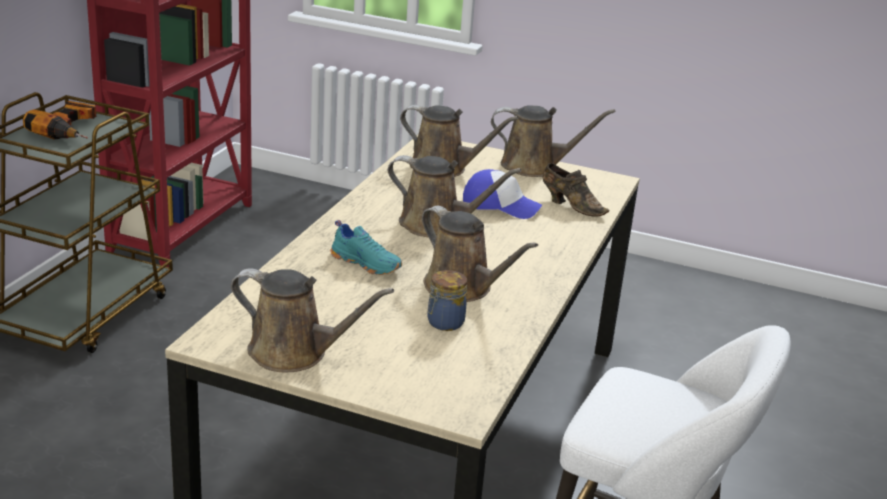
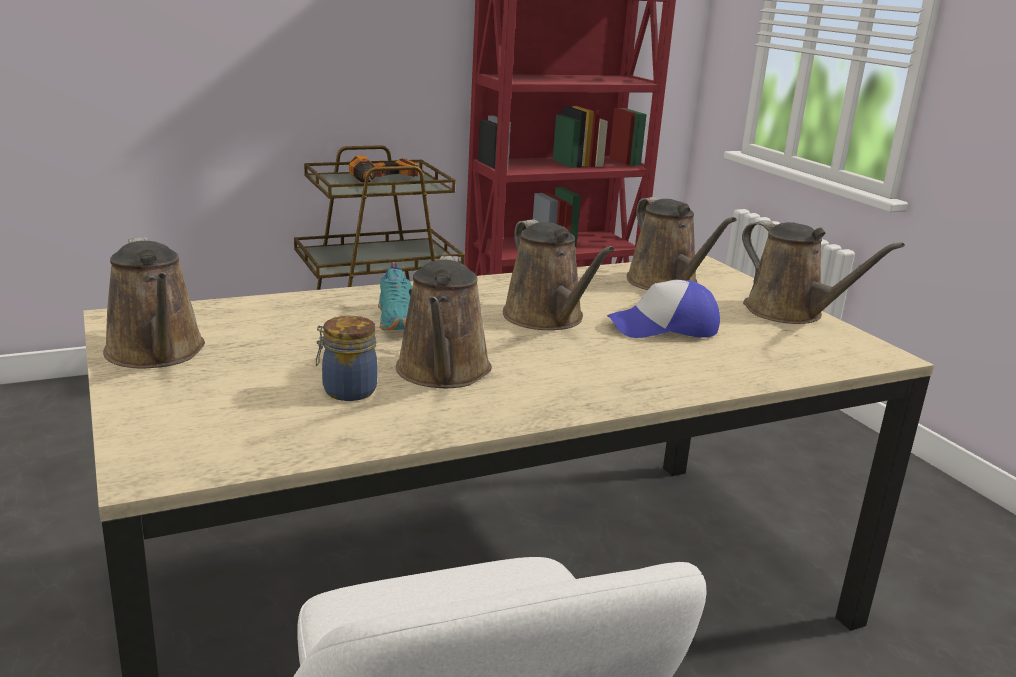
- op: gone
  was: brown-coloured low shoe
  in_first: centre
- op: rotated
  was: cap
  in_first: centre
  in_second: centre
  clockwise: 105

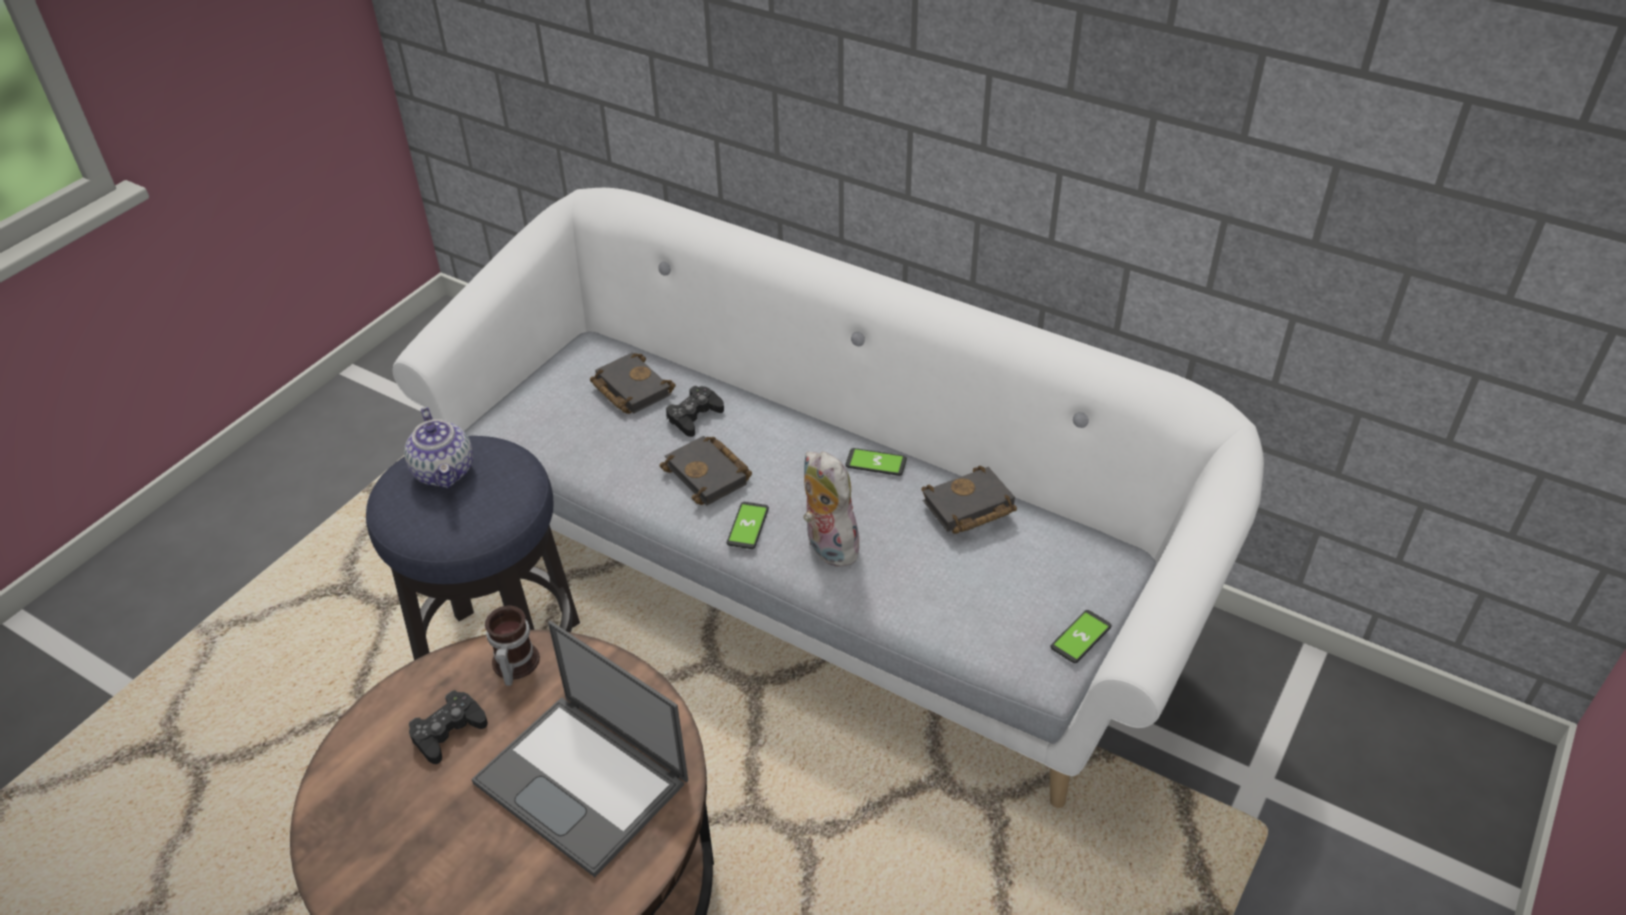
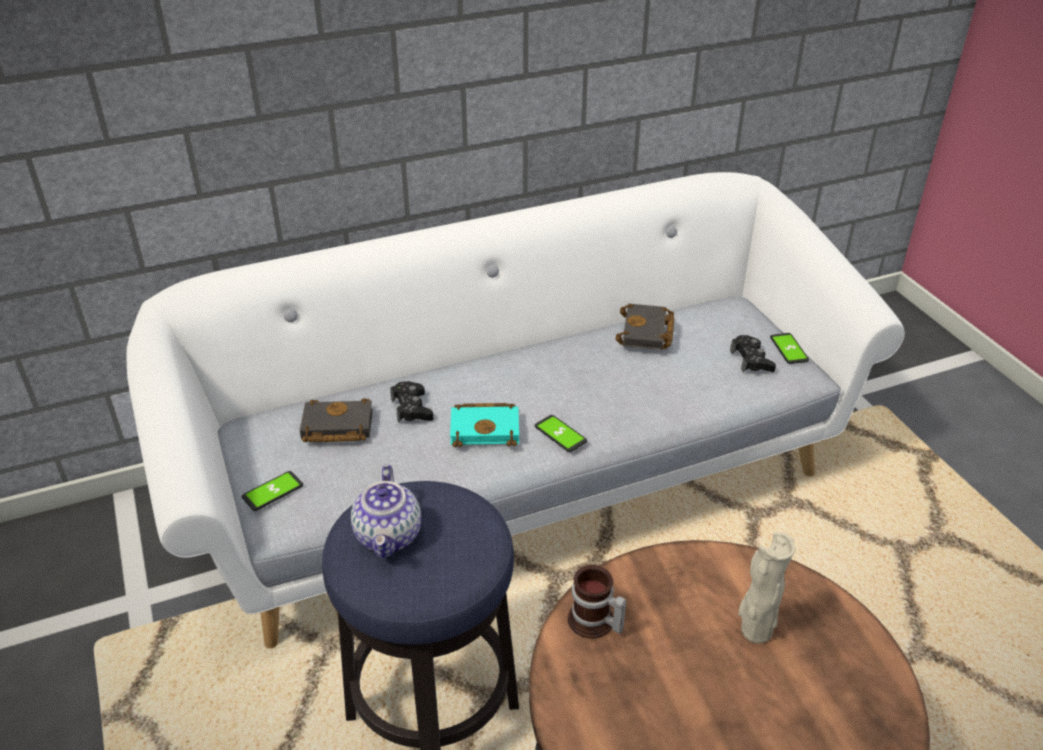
- op: rotated
  was: tea pot
  in_first: middle left
  in_second: bottom centre
  clockwise: 75
- op: repainted
  was: black bound book (no. 2 from left)
  now: turquoise bound book
  in_first: centre
  in_second: centre
- op: shifted
  was: telephone (no. 2 from left in the first image)
  now: telephone (no. 1 from left)
  in_first: centre
  in_second: middle left
- op: gone
  was: cuddly toy
  in_first: centre
- op: swapped
  was: laptop
  now: beige flower vase
  in_first: bottom centre
  in_second: bottom right
- op: shifted
  was: black gamepad (no. 1 from left in the first image)
  now: black gamepad (no. 2 from left)
  in_first: bottom left
  in_second: middle right

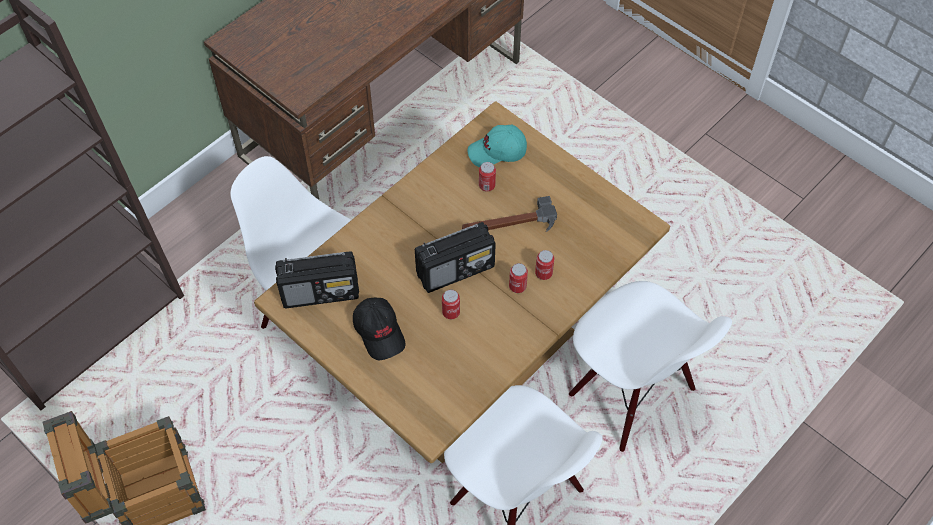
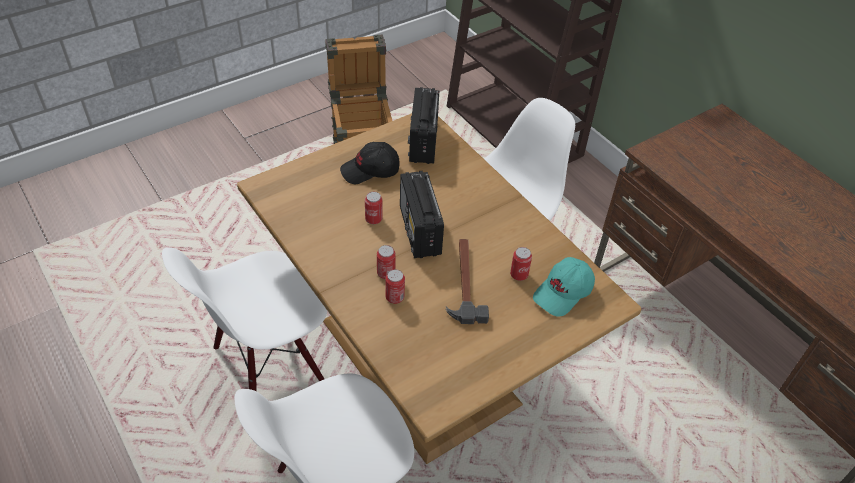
- op: rotated
  was: turquoise cap
  in_first: top centre
  in_second: centre
  clockwise: -135

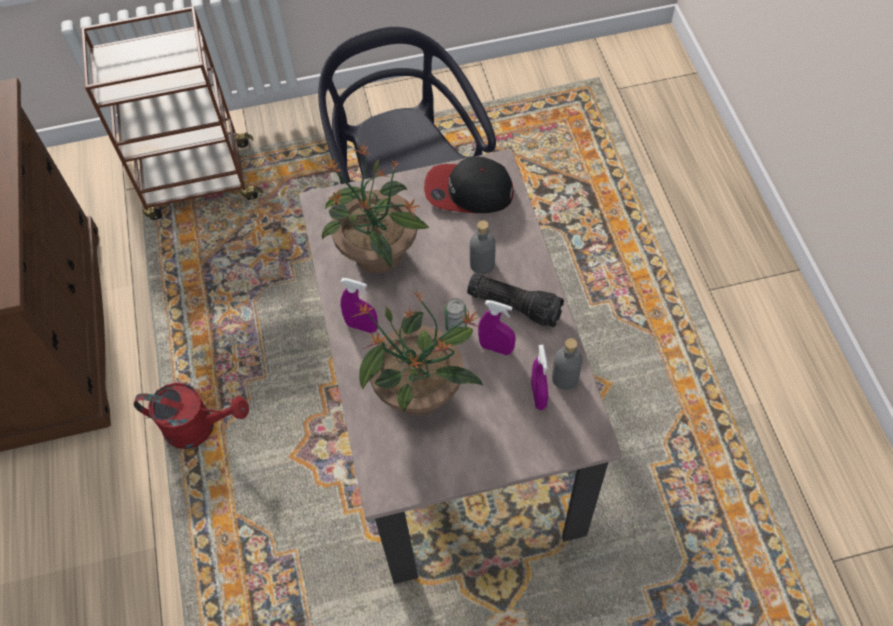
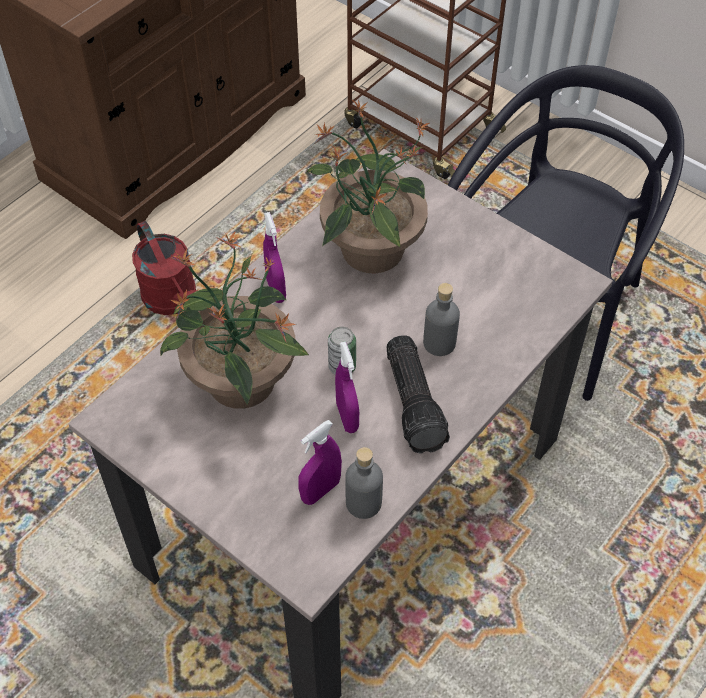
- op: gone
  was: cap
  in_first: top centre

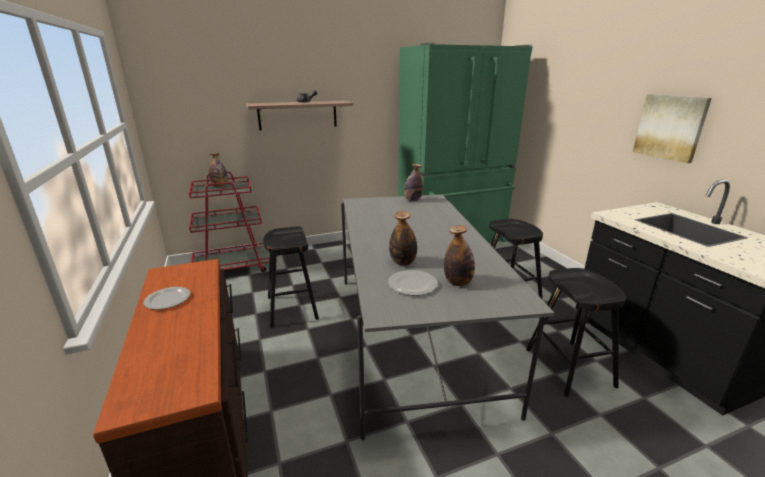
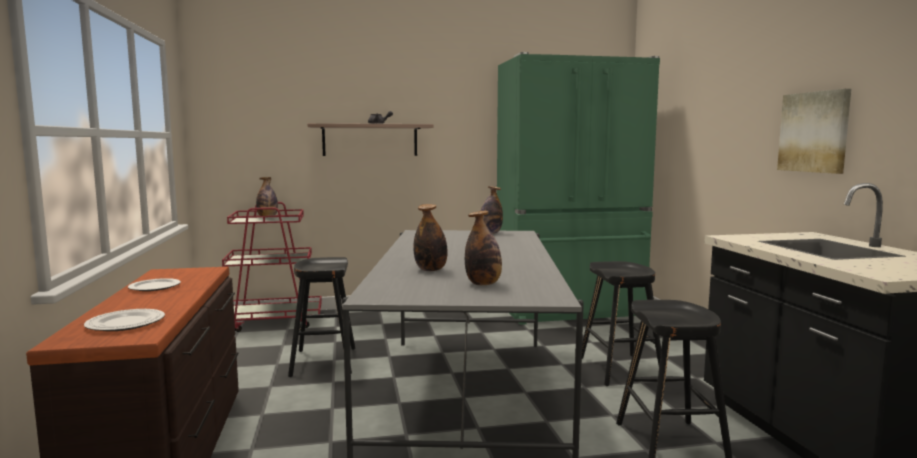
- op: shifted
  was: plate (no. 2 from left in the first image)
  now: plate (no. 1 from left)
  in_first: centre
  in_second: bottom left

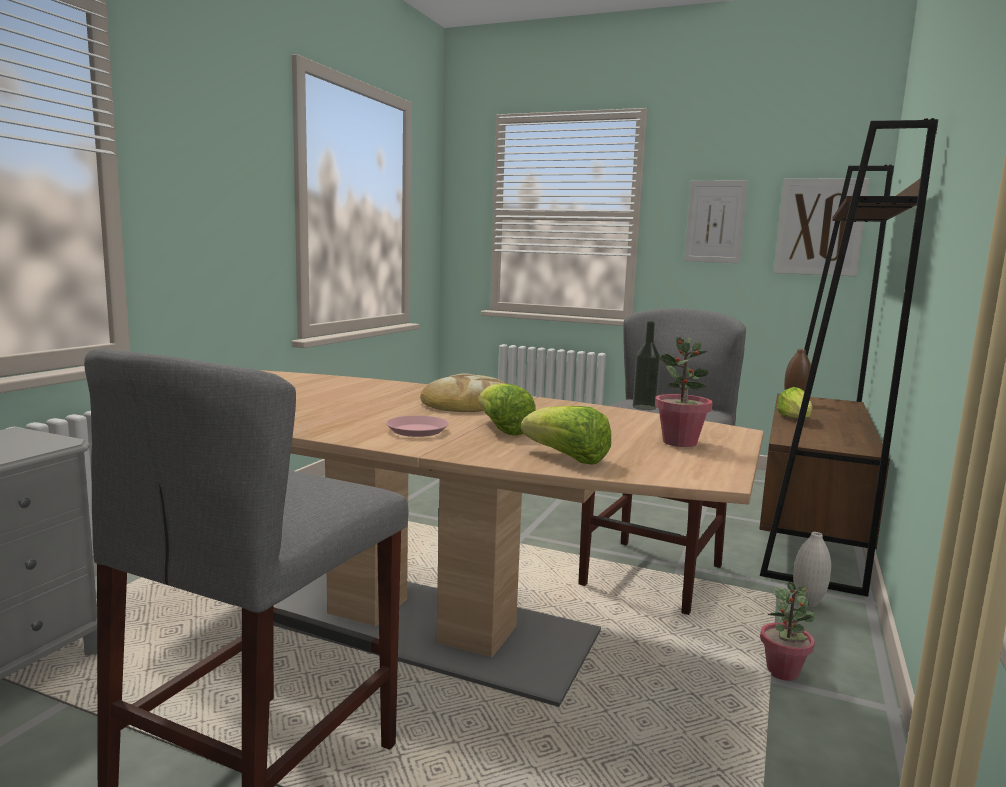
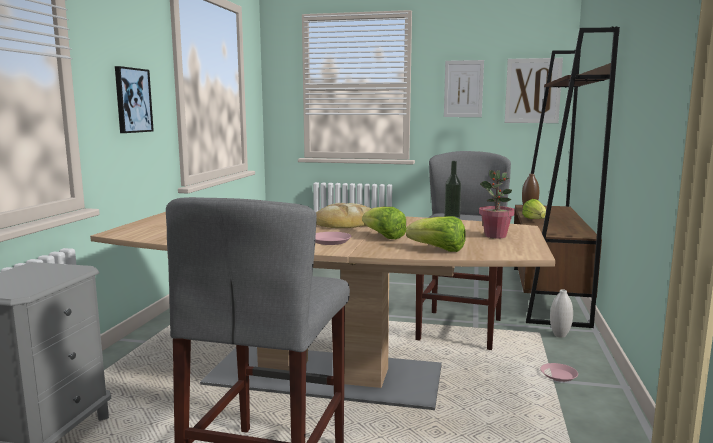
- op: swapped
  was: plant in a pot (no. 2 from left)
  now: pink plate (no. 2 from left)
  in_first: bottom right
  in_second: bottom right
- op: new
  now: wall art (no. 1 from left)
  in_second: top left

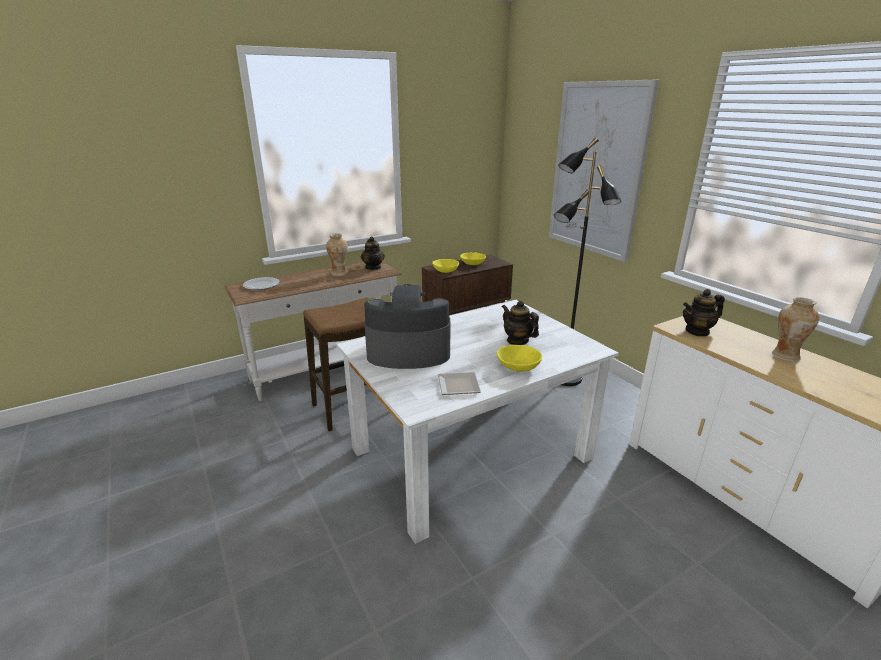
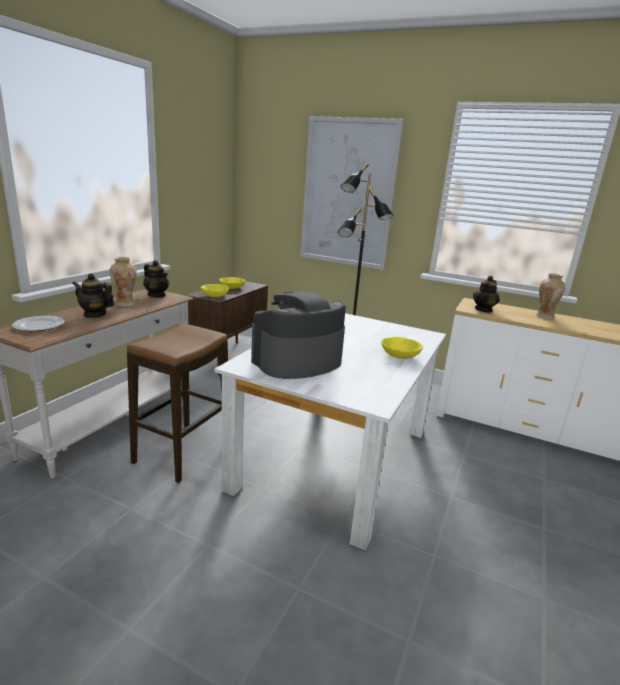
- op: shifted
  was: tea pot (no. 2 from left in the first image)
  now: tea pot (no. 1 from left)
  in_first: centre
  in_second: middle left
- op: gone
  was: plate (no. 2 from left)
  in_first: centre

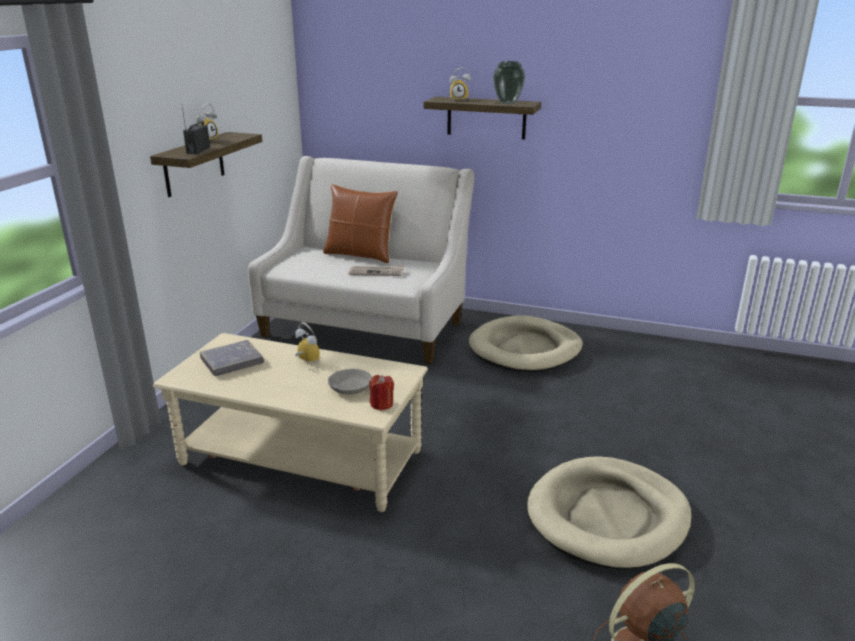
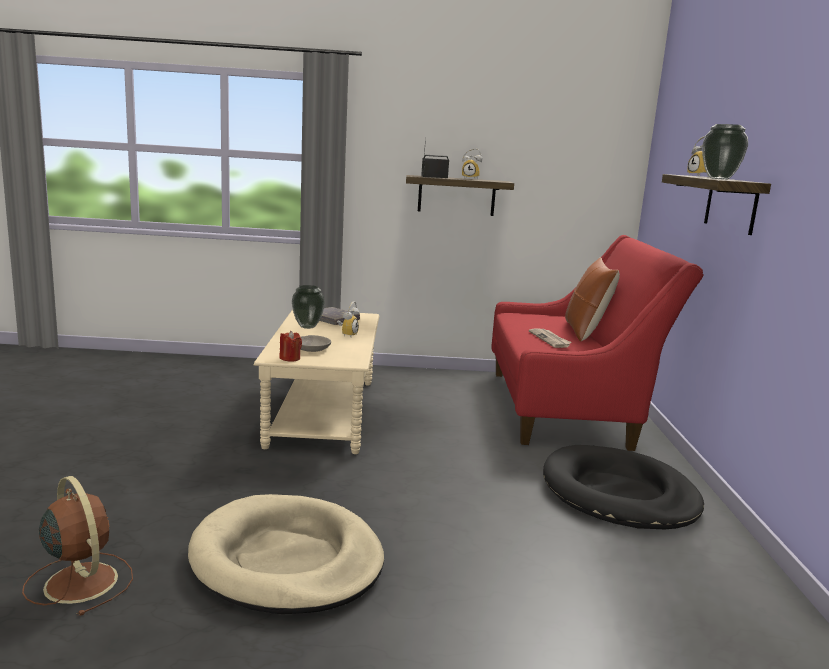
- op: repainted
  was: beige settee
  now: red settee
  in_first: centre
  in_second: middle right
- op: repainted
  was: beige dog cushion (no. 1 from left)
  now: black dog cushion
  in_first: centre
  in_second: bottom right
- op: new
  now: flower vase (no. 1 from left)
  in_second: centre

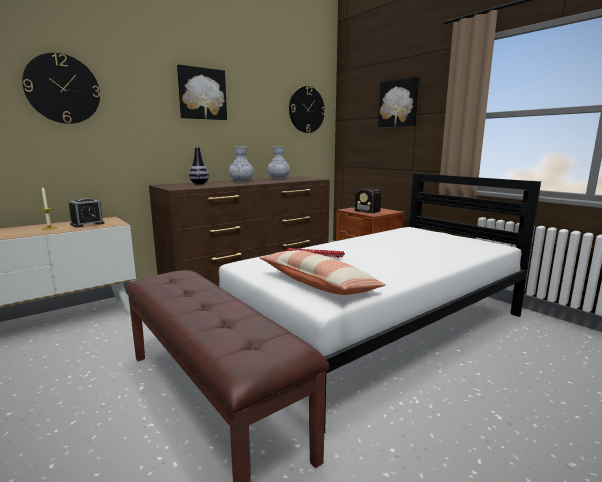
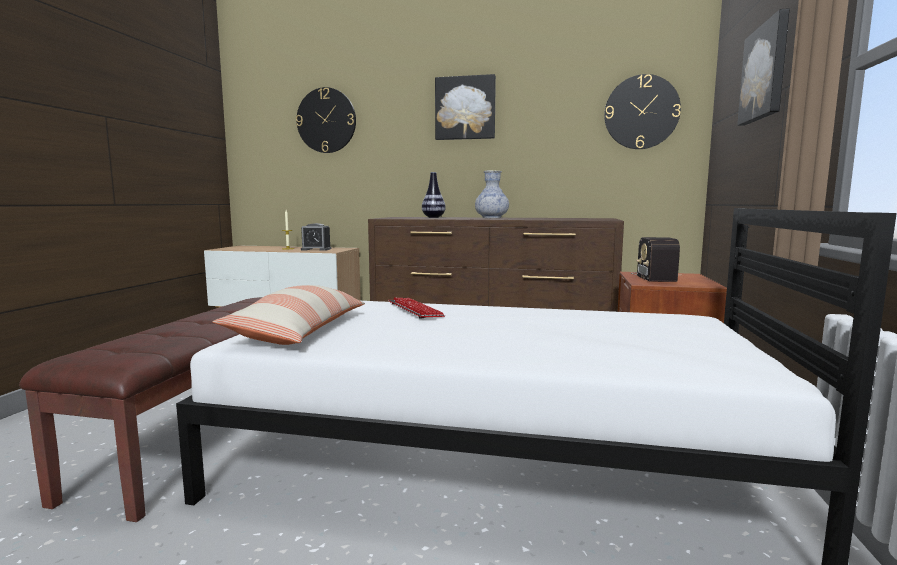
- op: gone
  was: flower vase (no. 3 from left)
  in_first: centre

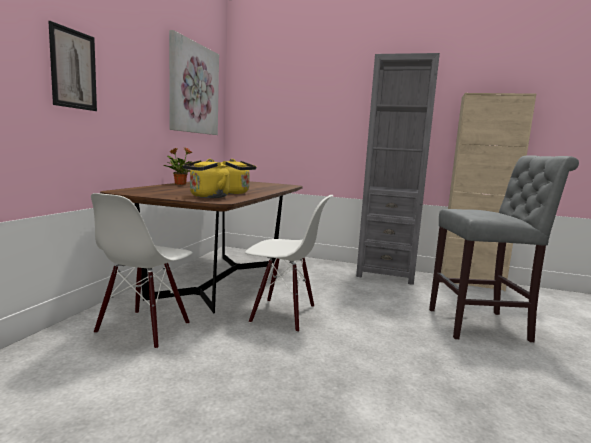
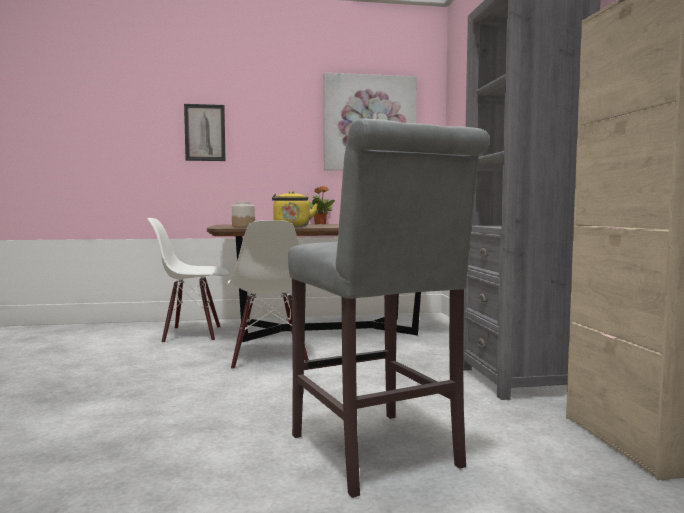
- op: swapped
  was: yellow tea kettle (no. 1 from left)
  now: jar
  in_first: centre
  in_second: centre

